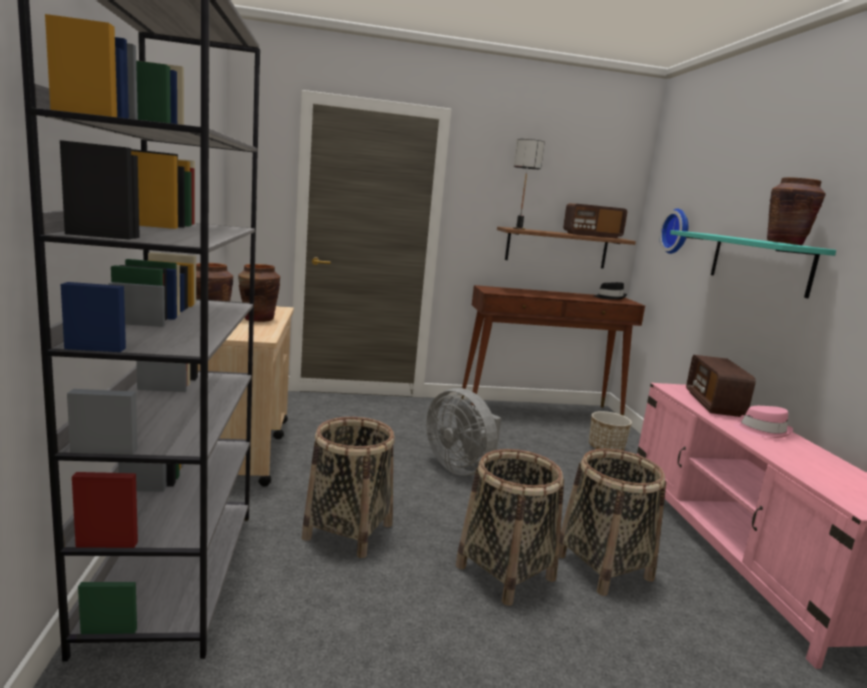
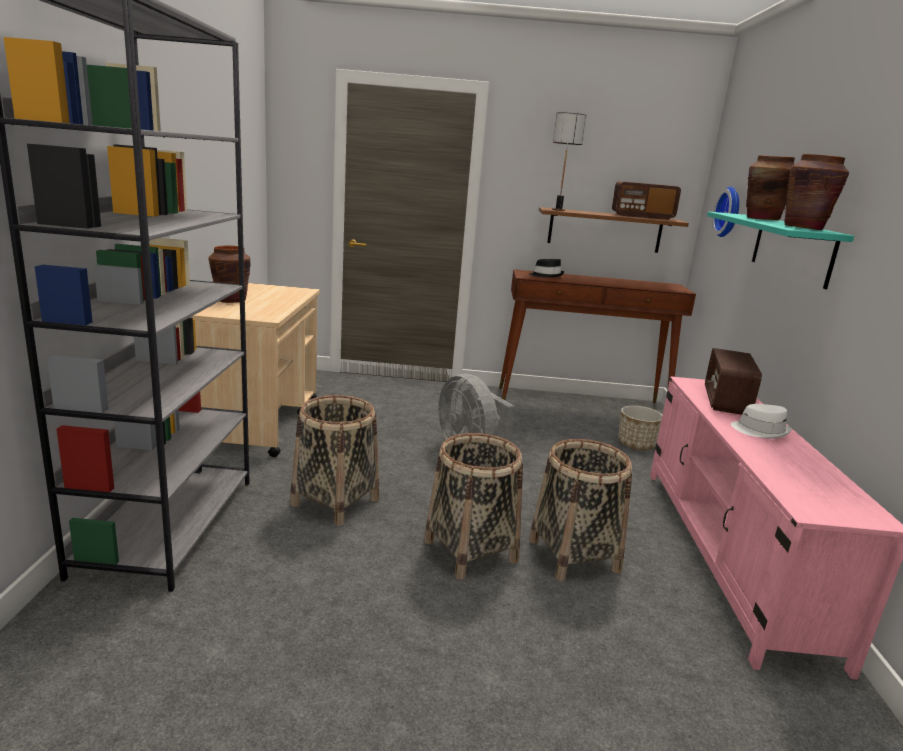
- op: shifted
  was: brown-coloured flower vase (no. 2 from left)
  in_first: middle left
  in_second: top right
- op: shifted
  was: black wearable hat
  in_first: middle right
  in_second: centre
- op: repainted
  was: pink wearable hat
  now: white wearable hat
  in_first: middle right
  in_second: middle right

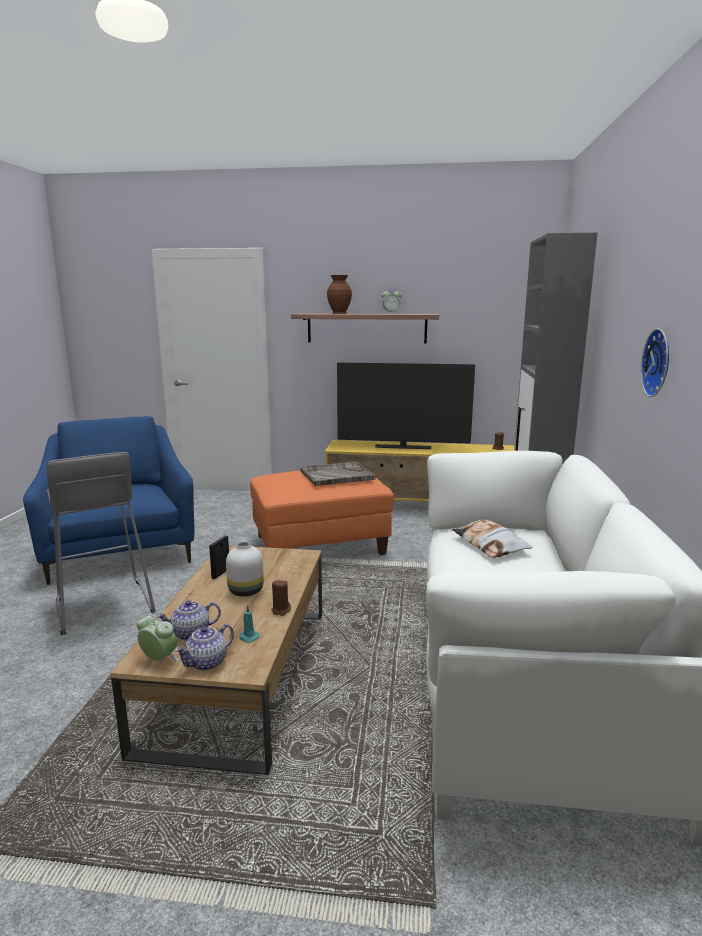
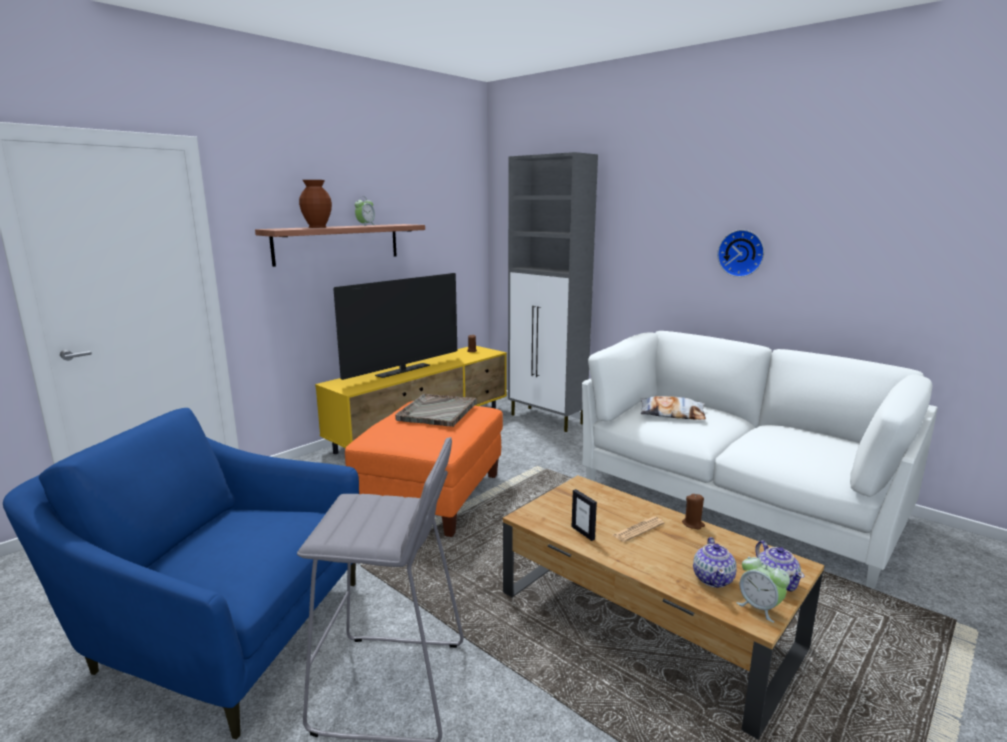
- op: swapped
  was: white flower vase
  now: newspaper
  in_first: centre
  in_second: bottom centre
- op: gone
  was: turquoise wax light
  in_first: centre
- op: rotated
  was: bedside clock (no. 1 from left in the first image)
  in_first: bottom left
  in_second: bottom right
  clockwise: -105

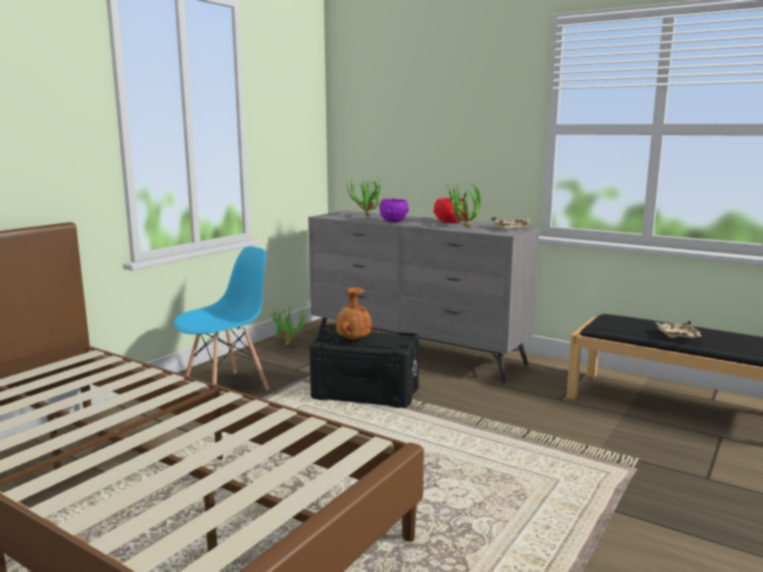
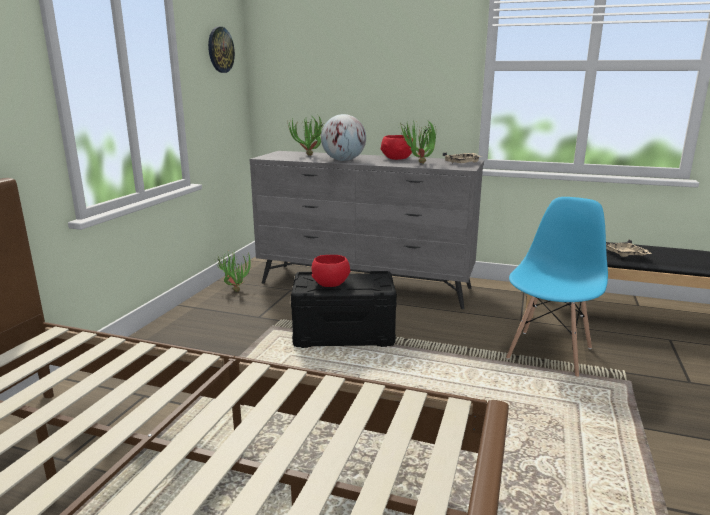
- op: swapped
  was: purplish deep dish
  now: world globe
  in_first: centre
  in_second: top centre
- op: shifted
  was: bluish chair
  in_first: middle left
  in_second: middle right
- op: swapped
  was: brown-coloured flower vase
  now: red deep dish (no. 1 from left)
  in_first: centre
  in_second: centre
- op: new
  now: hanging clock
  in_second: top left

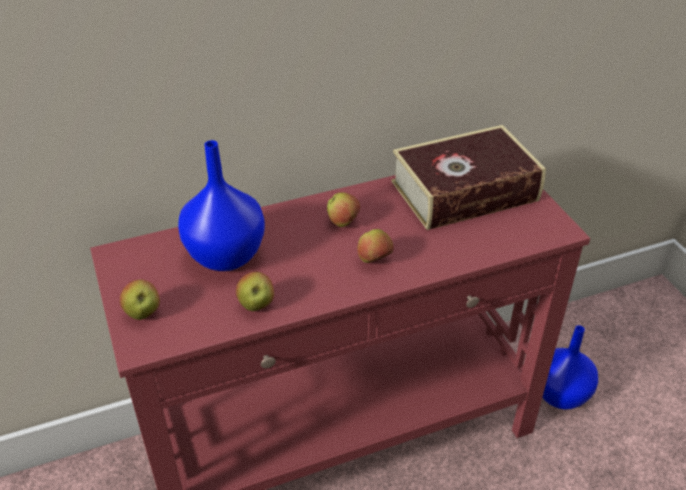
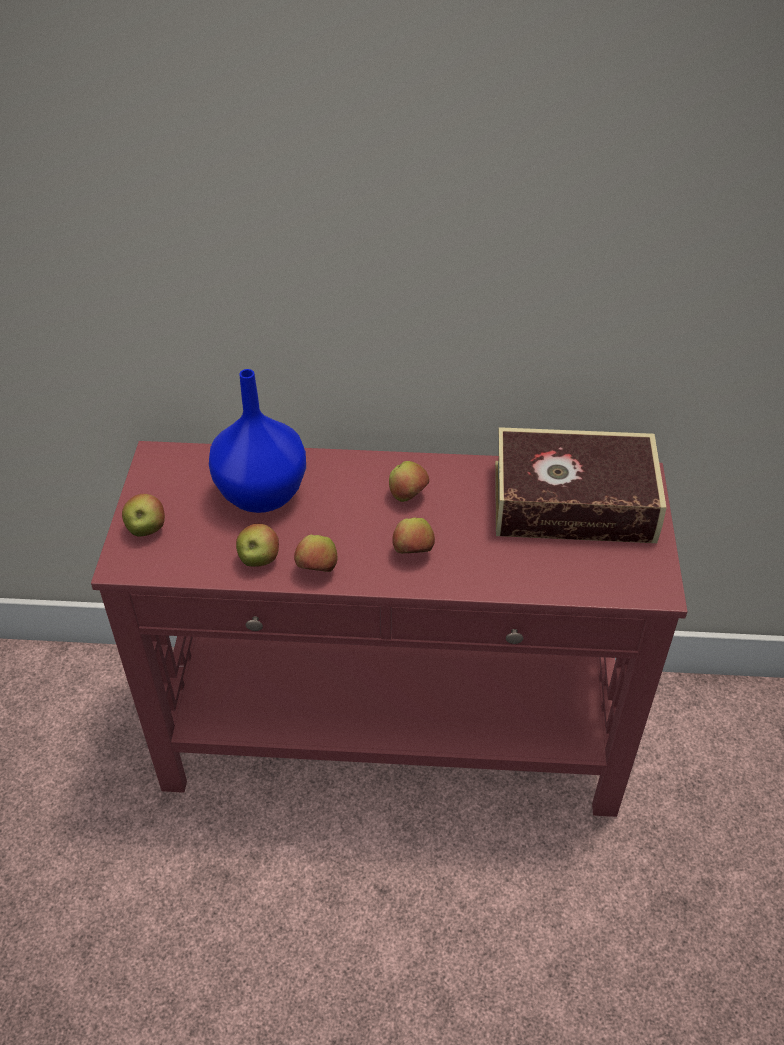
- op: gone
  was: bluish flower vase (no. 2 from left)
  in_first: bottom right
- op: new
  now: whole apple (no. 3 from left)
  in_second: centre

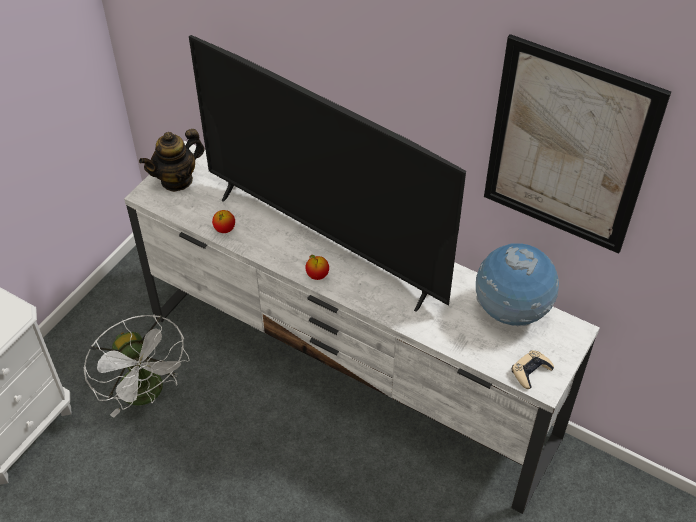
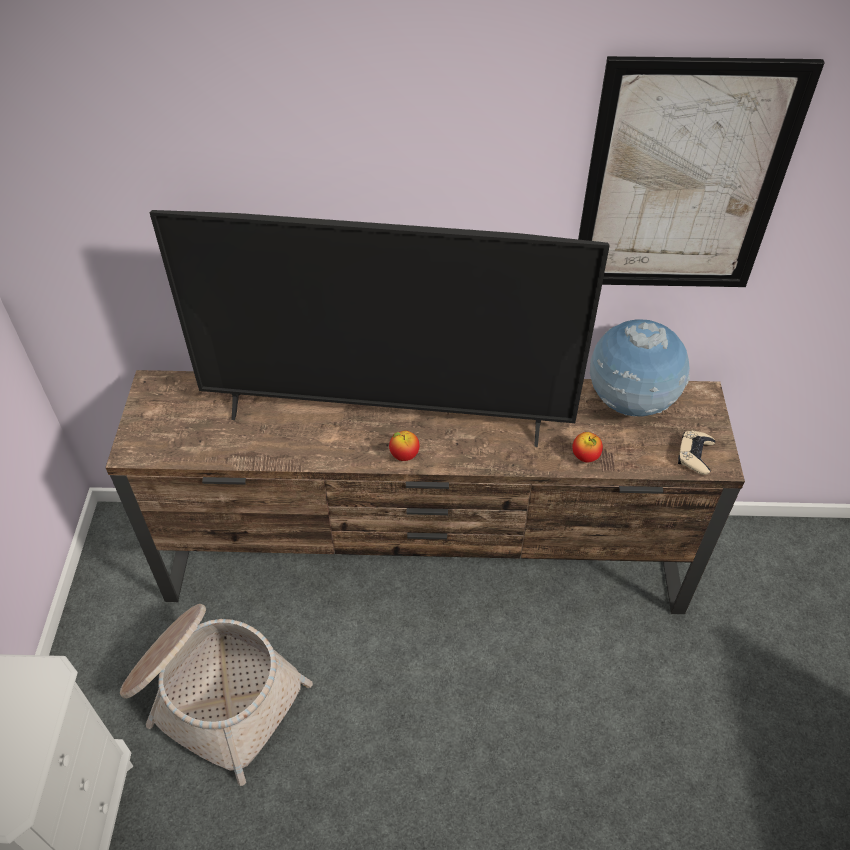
- op: gone
  was: tea pot
  in_first: top left
- op: repainted
  was: white media console
  now: brown-coloured media console
  in_first: centre
  in_second: centre
- op: shifted
  was: whole apple (no. 1 from left in the first image)
  now: whole apple (no. 2 from left)
  in_first: middle left
  in_second: middle right
- op: swapped
  was: white cooling fan
  now: storage basket
  in_first: bottom left
  in_second: bottom left

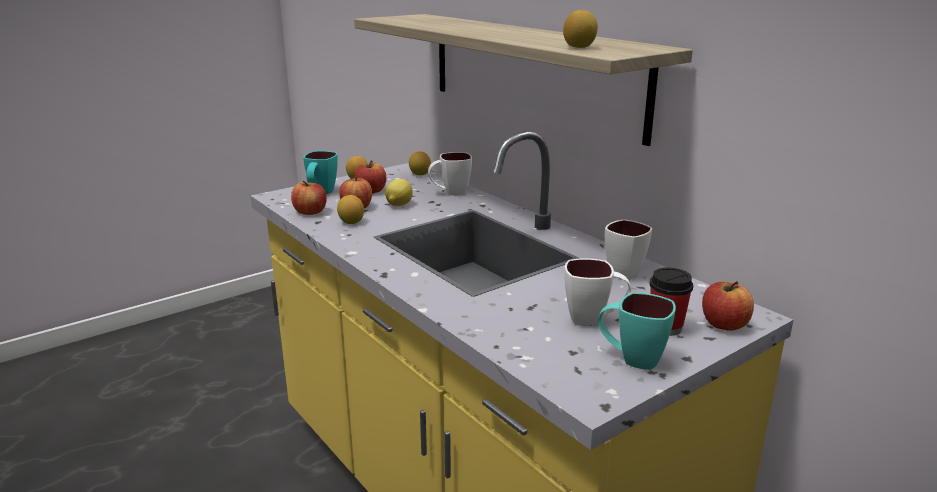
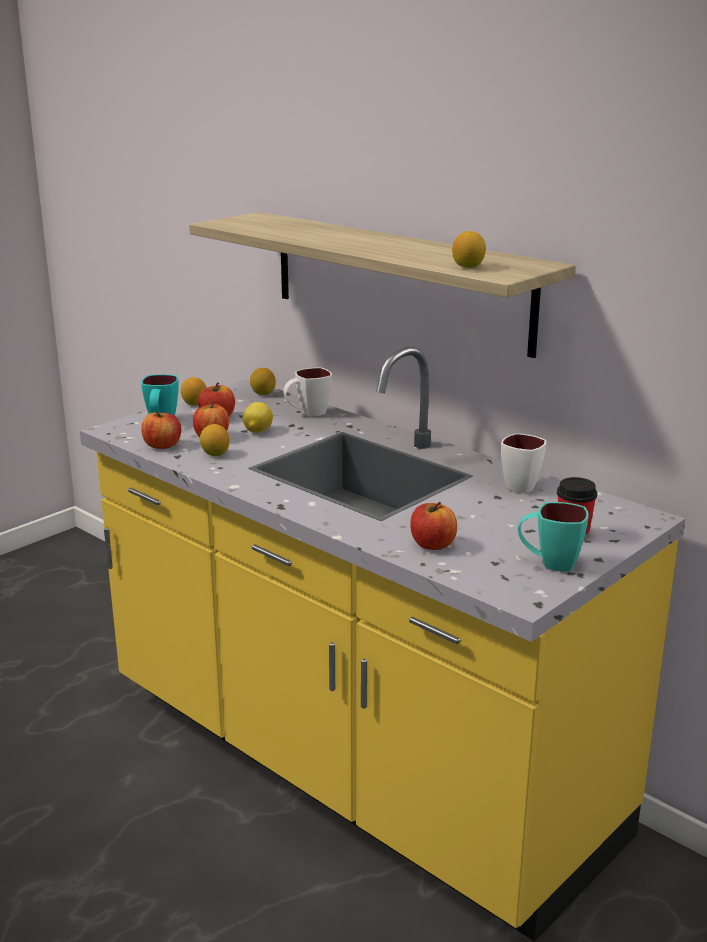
- op: gone
  was: white mug (no. 2 from left)
  in_first: centre
- op: shifted
  was: whole apple (no. 4 from left)
  in_first: middle right
  in_second: centre

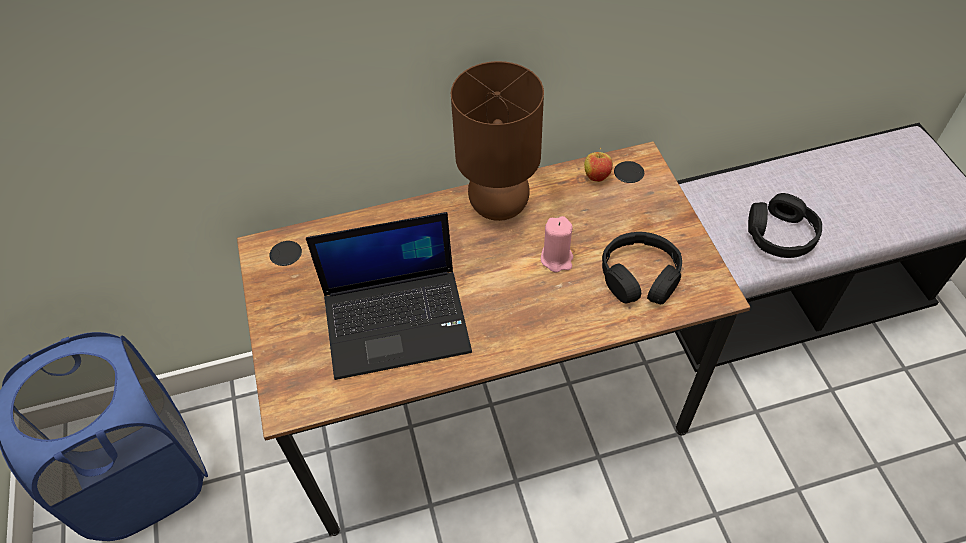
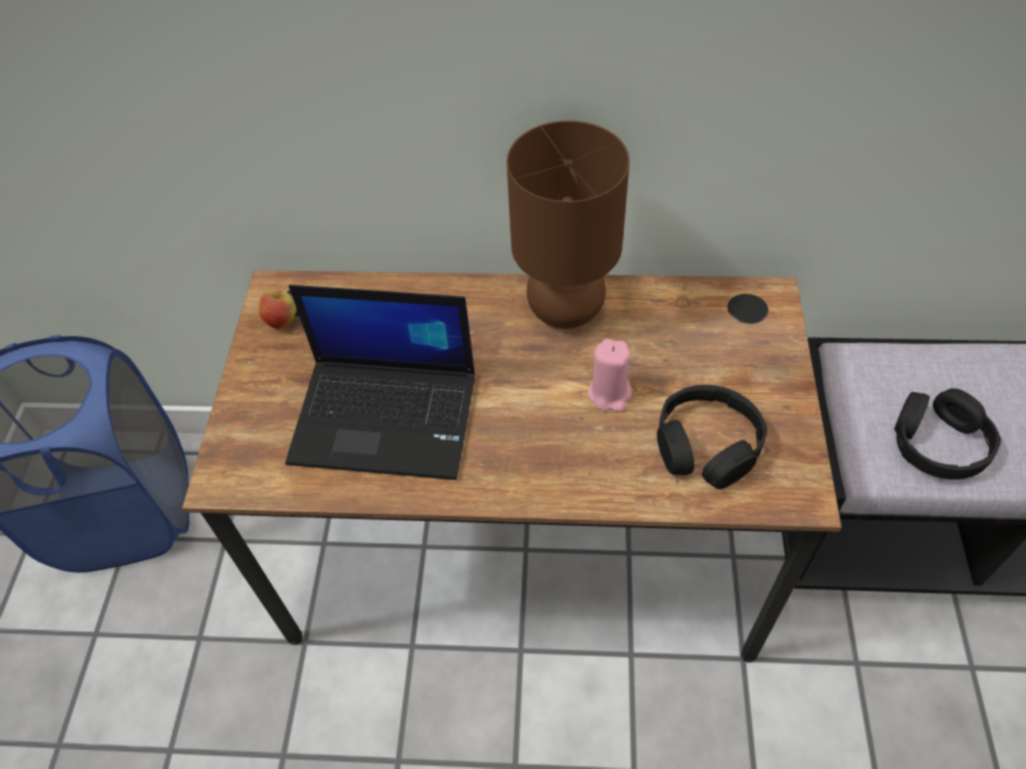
- op: shifted
  was: whole apple
  in_first: top centre
  in_second: middle left

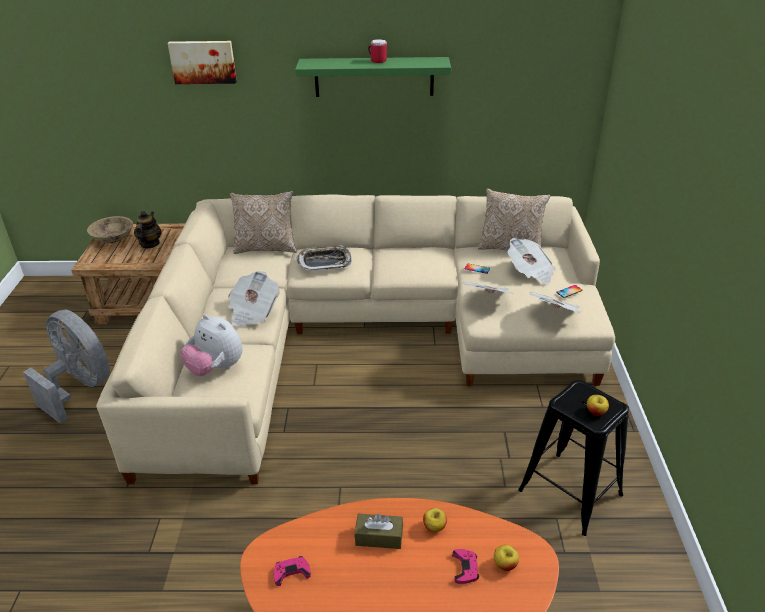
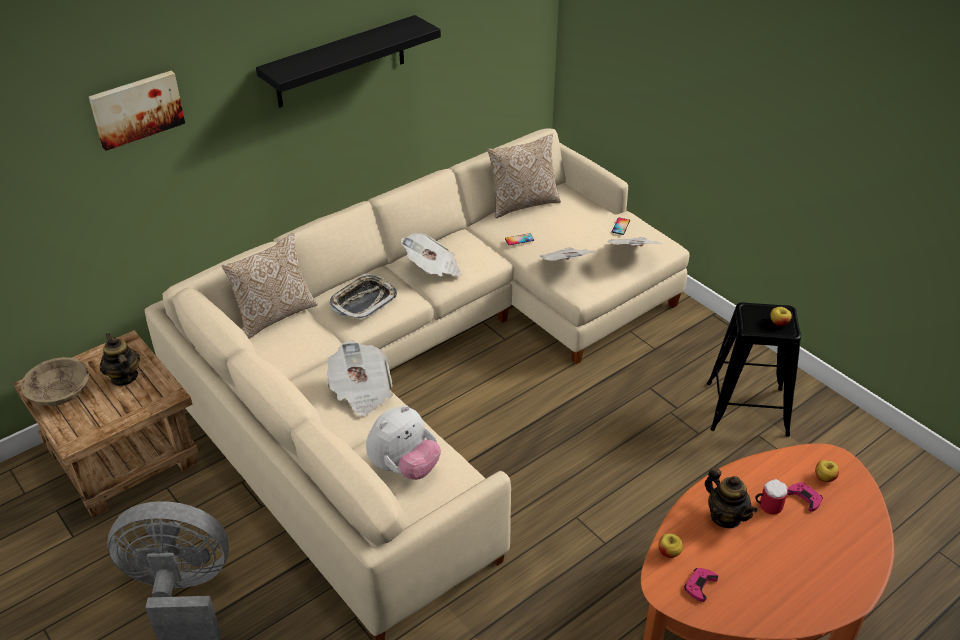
- op: shifted
  was: mug
  in_first: top centre
  in_second: bottom right
- op: repainted
  was: green bracket shelf
  now: black bracket shelf
  in_first: top centre
  in_second: top centre
- op: shifted
  was: newspaper (no. 3 from left in the first image)
  now: newspaper (no. 2 from left)
  in_first: middle right
  in_second: centre
- op: rotated
  was: cuddly toy
  in_first: middle left
  in_second: bottom centre
  clockwise: -45
- op: shifted
  was: whole apple (no. 1 from left)
  in_first: bottom centre
  in_second: bottom right
- op: swapped
  was: brown-coloured box of tissues
  now: tea pot (no. 2 from left)
  in_first: bottom centre
  in_second: bottom right

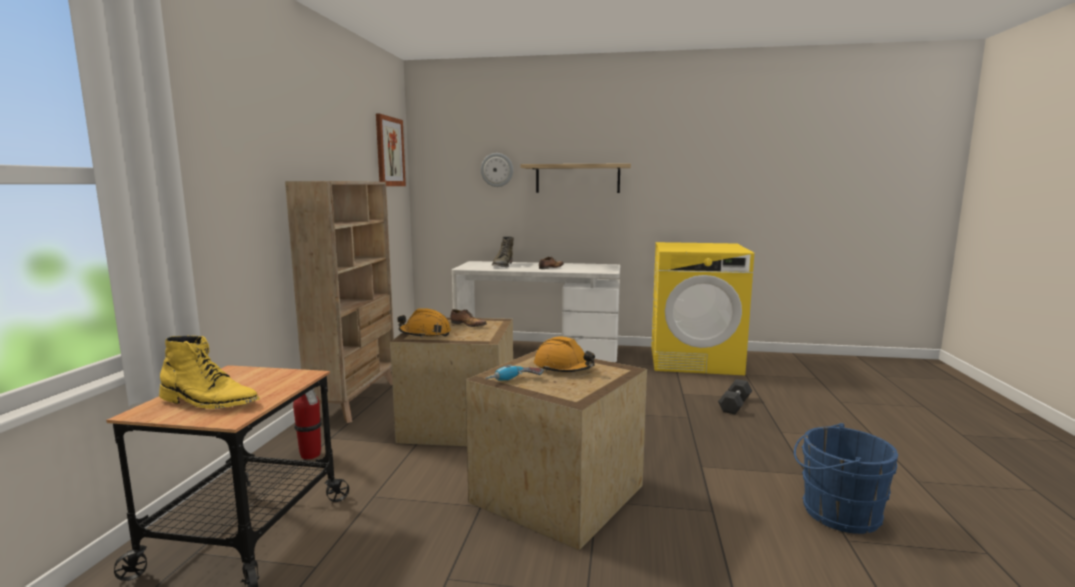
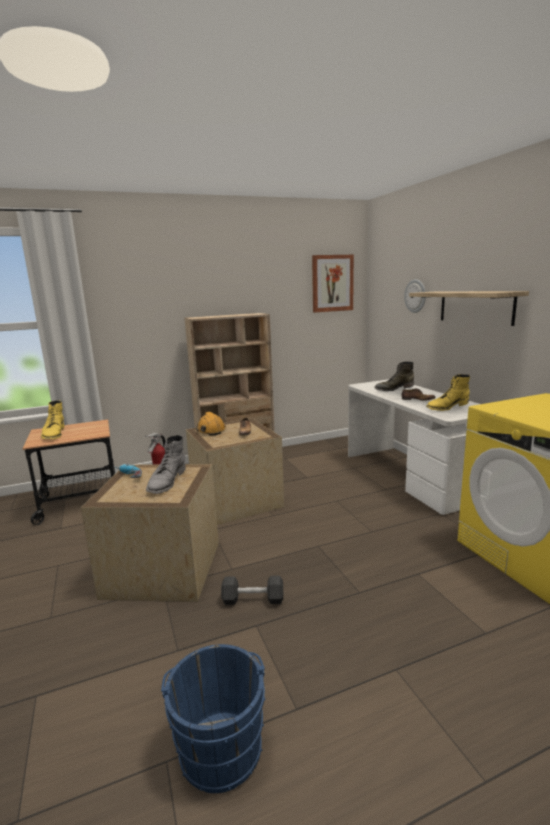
- op: swapped
  was: orange-coloured work helmet (no. 2 from left)
  now: gray tall boot
  in_first: centre
  in_second: middle left
- op: shifted
  was: black free weight
  in_first: bottom right
  in_second: bottom centre
- op: new
  now: yellow tall boot (no. 2 from left)
  in_second: middle right

